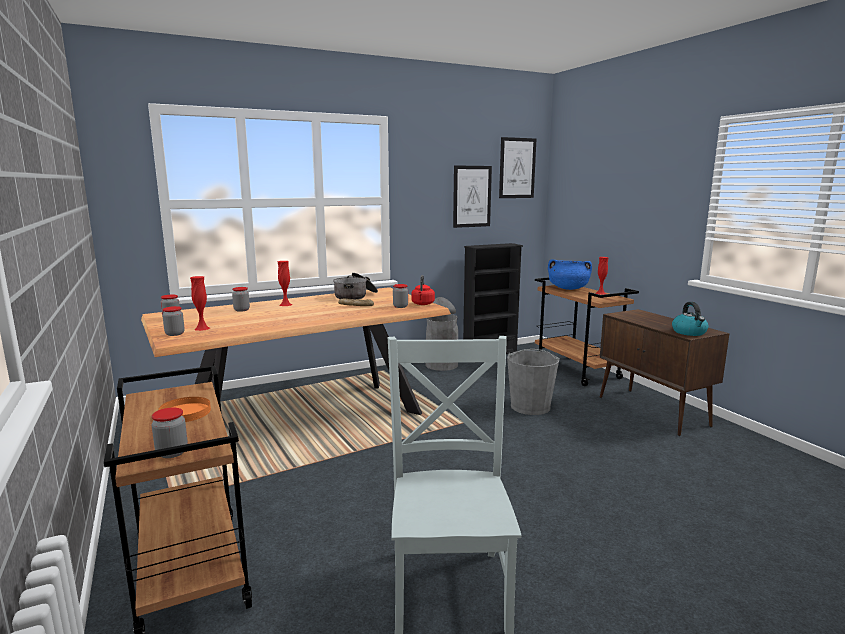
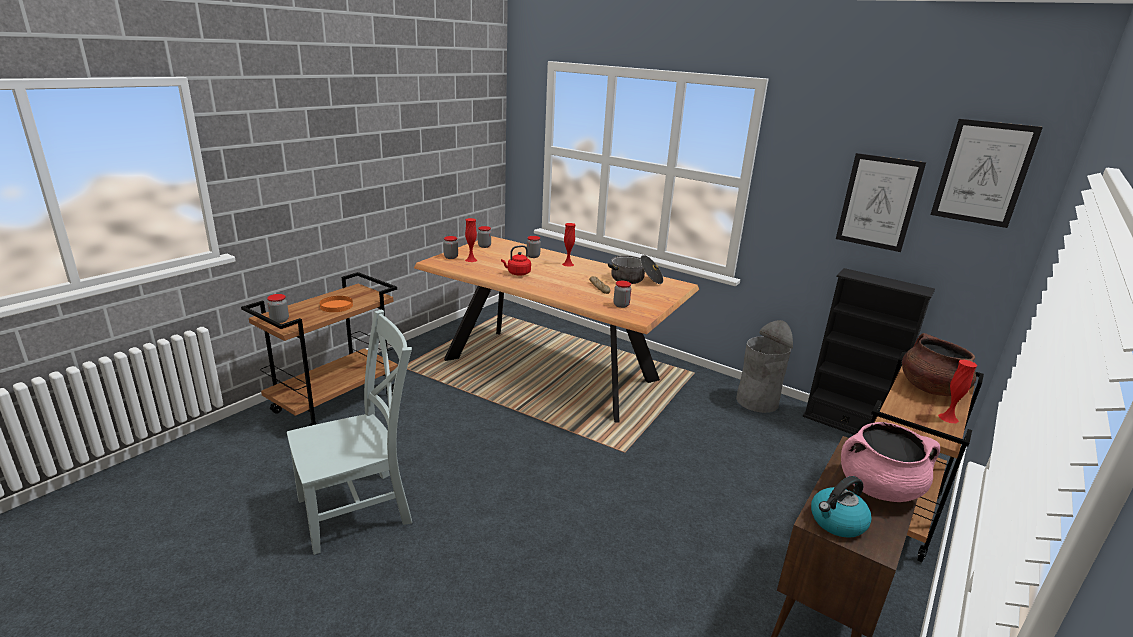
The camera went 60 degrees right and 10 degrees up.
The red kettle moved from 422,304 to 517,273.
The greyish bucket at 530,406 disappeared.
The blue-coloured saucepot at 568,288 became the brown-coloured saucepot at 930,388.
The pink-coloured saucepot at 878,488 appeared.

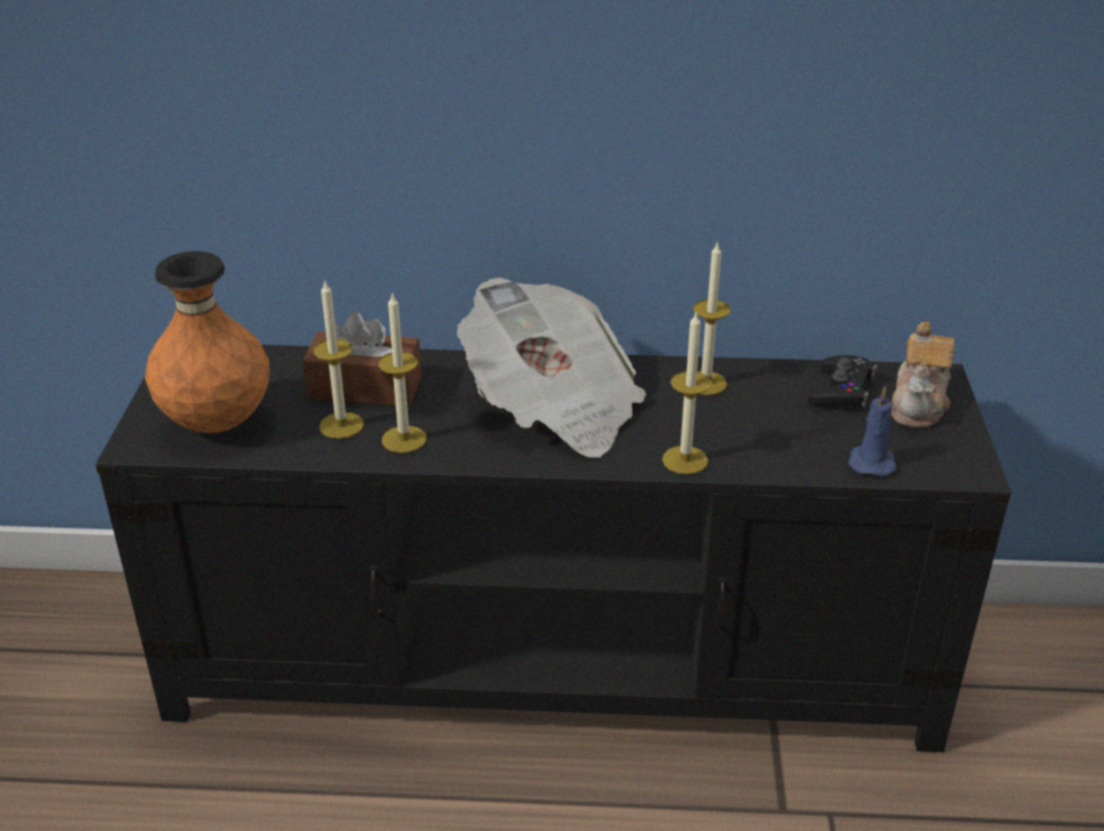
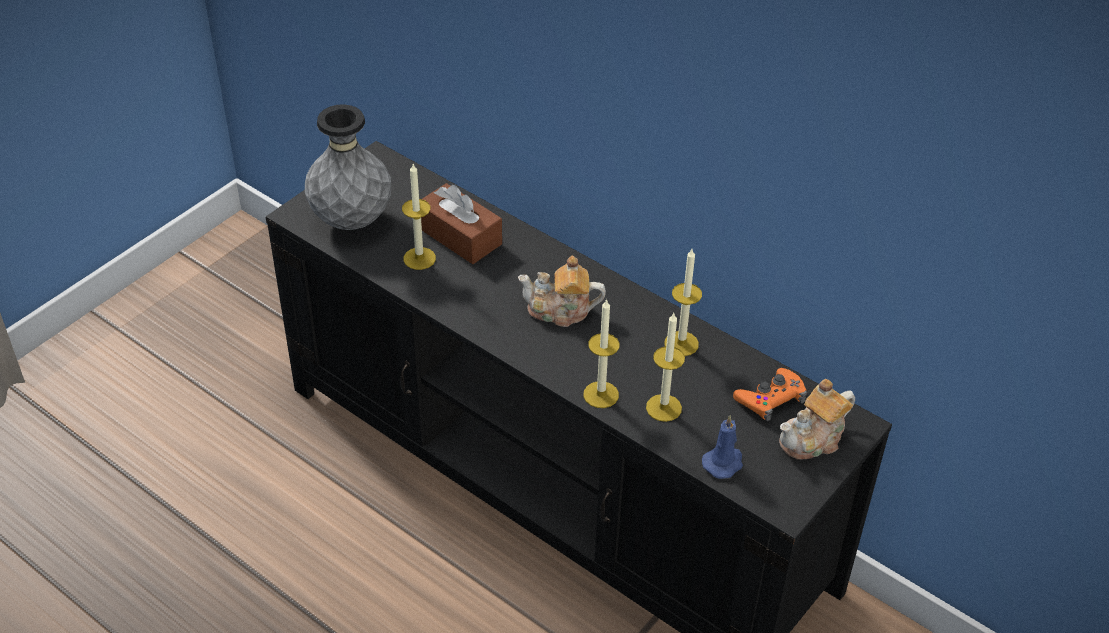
The camera went 35 degrees right and 10 degrees up.
The orange-coloured flower vase at 217,424 became the greyish flower vase at 351,221.
The wax candle moved from 404,439 to 663,408.
The daily paper at 553,407 was replaced by the teapot at 560,311.
The black-coloured joypad at 842,391 became the orange-coloured joypad at 770,399.

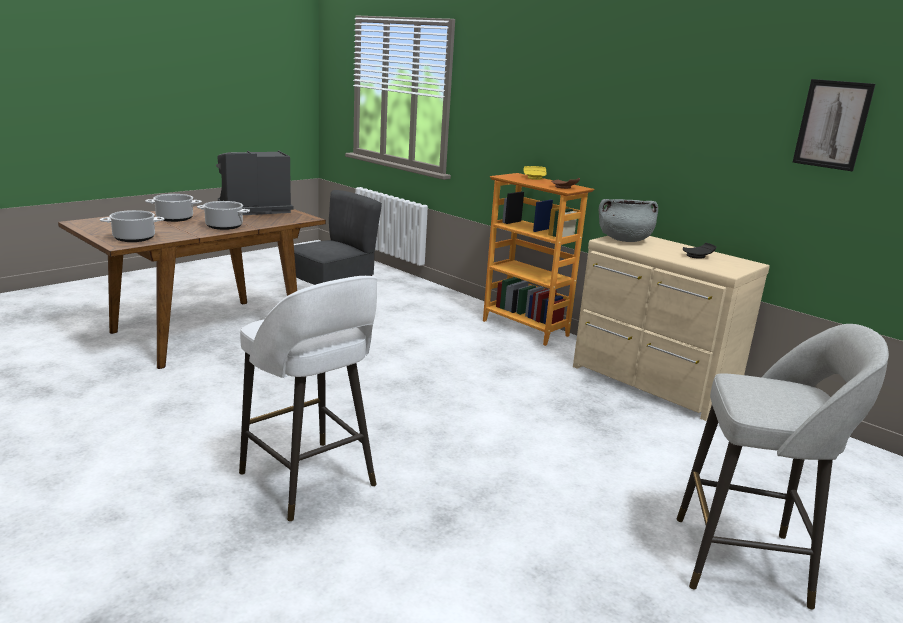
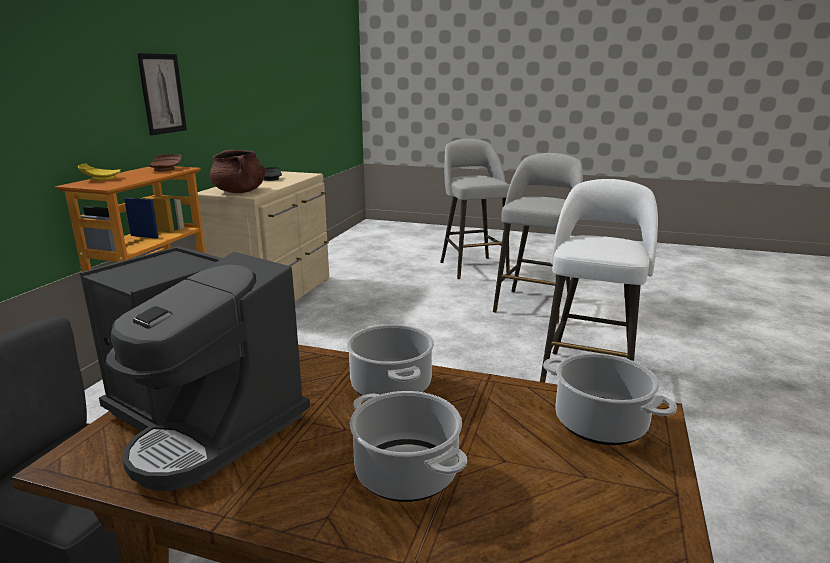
The camera went 115 degrees left and 0 degrees up.
The greyish saucepot at 624,240 became the brown-coloured saucepot at 239,192.
The picture moved from 832,124 to 162,94.
The greyish sitting stool at 534,305 appeared.

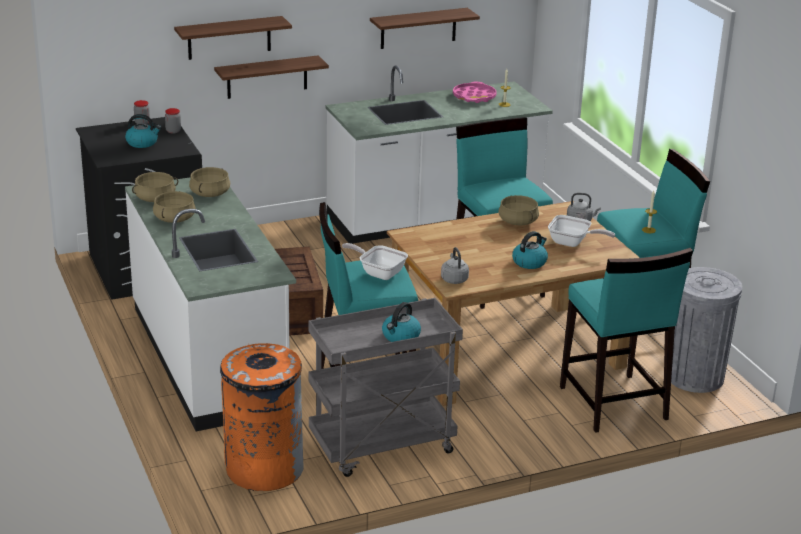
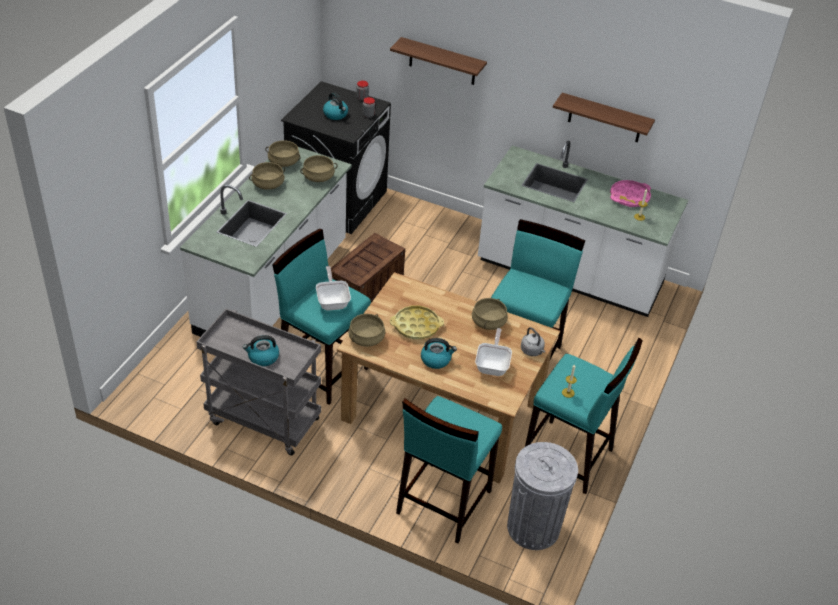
The camera went 45 degrees right and 15 degrees up.
The shelf at 267,77 disappeared.
The orange-coloured rubbish bin at 264,468 disappeared.
The greyish kettle at 454,279 was replaced by the beige saucepot at 366,338.
The skillet at 572,243 turned 150 degrees counterclockwise.
The yellow-coloured serving tray at 416,326 appeared.

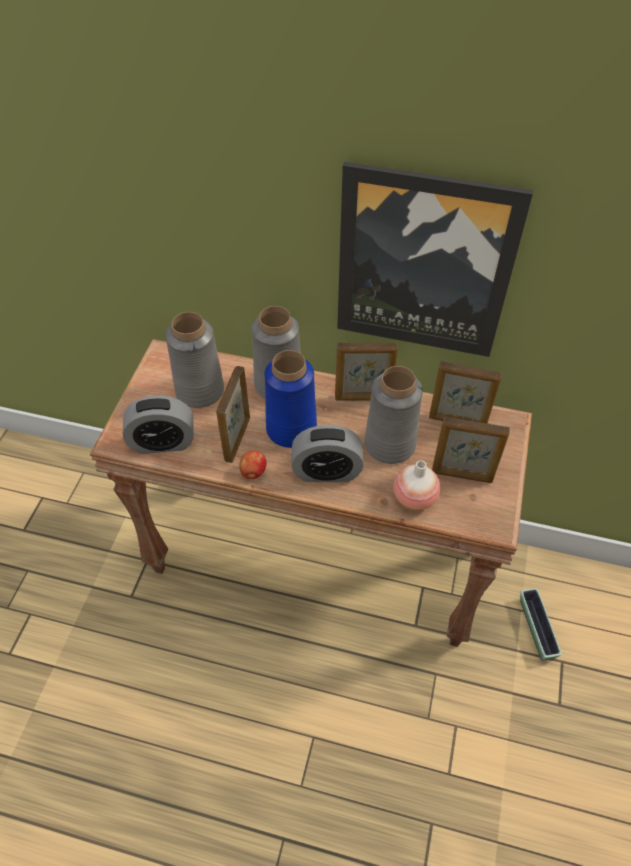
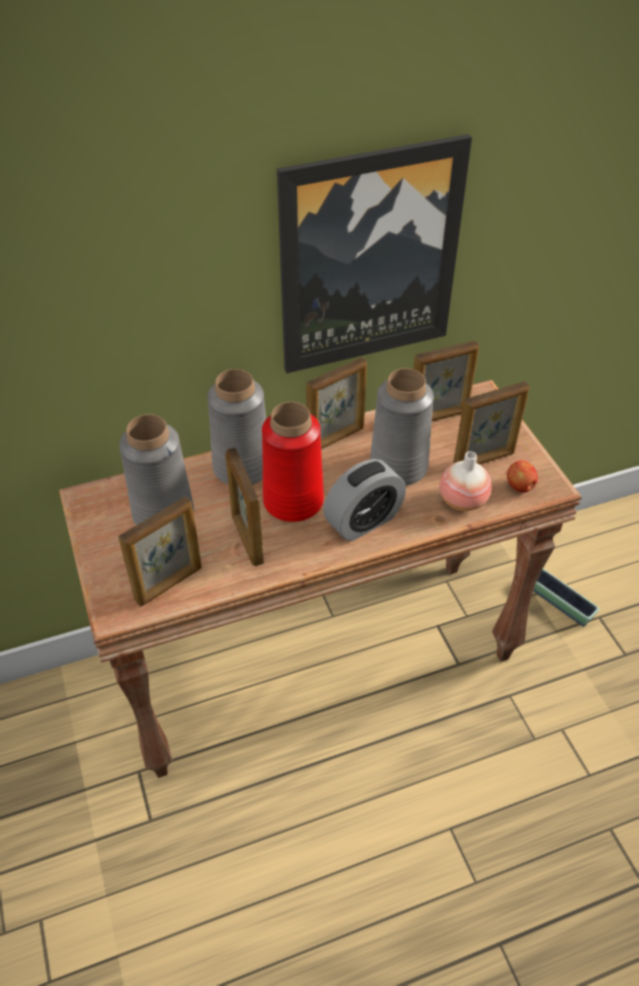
The camera went 35 degrees left and 5 degrees down.
The table clock at 162,442 was replaced by the standing frame at 169,584.
The whole apple moved from 253,472 to 520,486.
The blue-coloured flower vase at 291,429 became the red flower vase at 293,501.

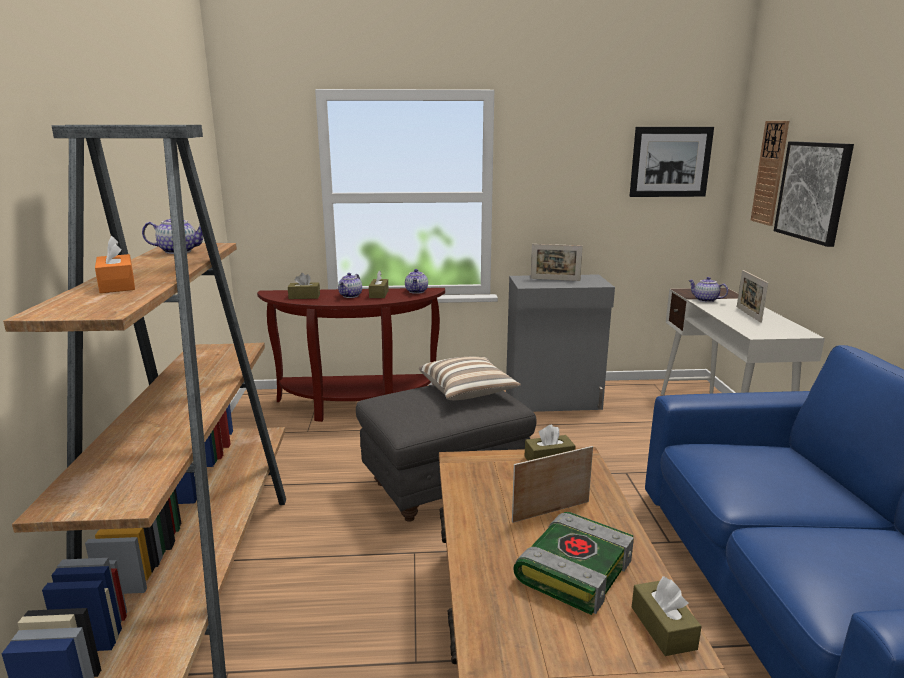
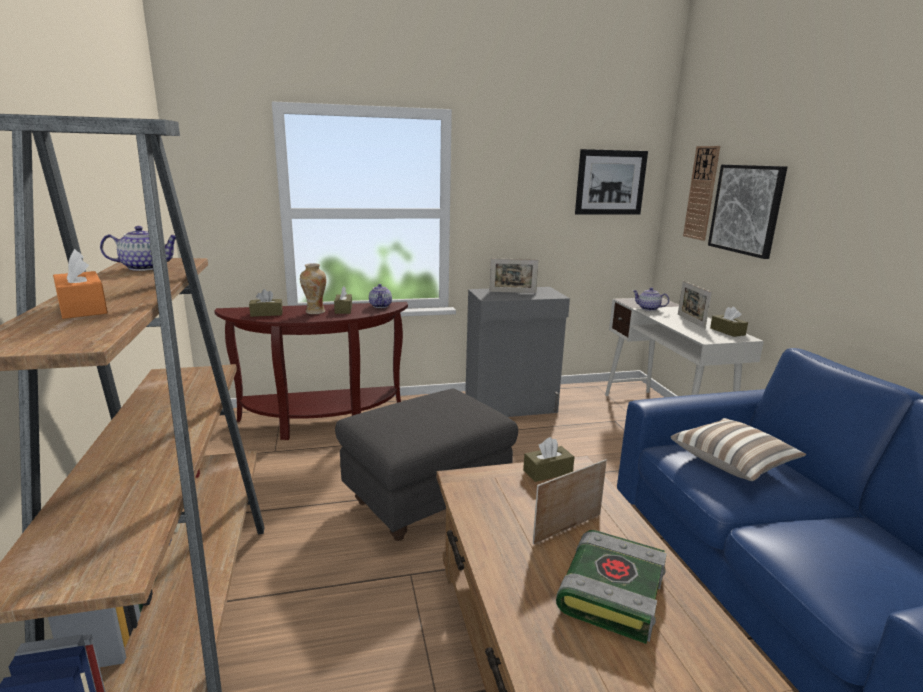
The camera went 10 degrees left and 0 degrees up.
The teapot at 351,296 was replaced by the flower vase at 315,312.
The throw pillow moved from 468,391 to 733,462.
The brown-coloured tissue box moved from 663,628 to 727,331.

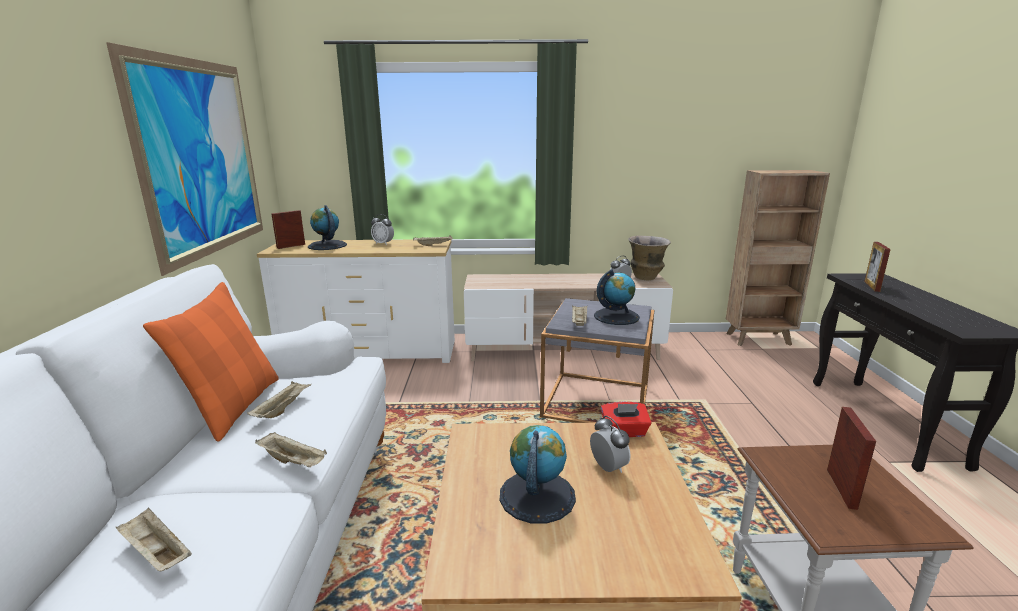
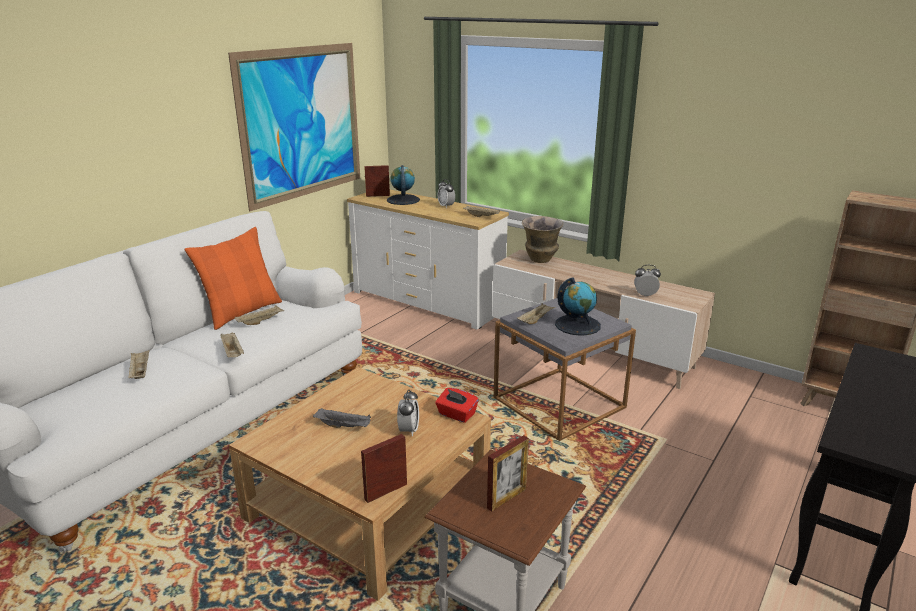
The camera went 35 degrees right and 5 degrees up.
The world globe at 537,496 was replaced by the greyish serving tray at 344,426.
The flower vase moved from 646,278 to 541,260.
The standing frame moved from 872,286 to 386,492.

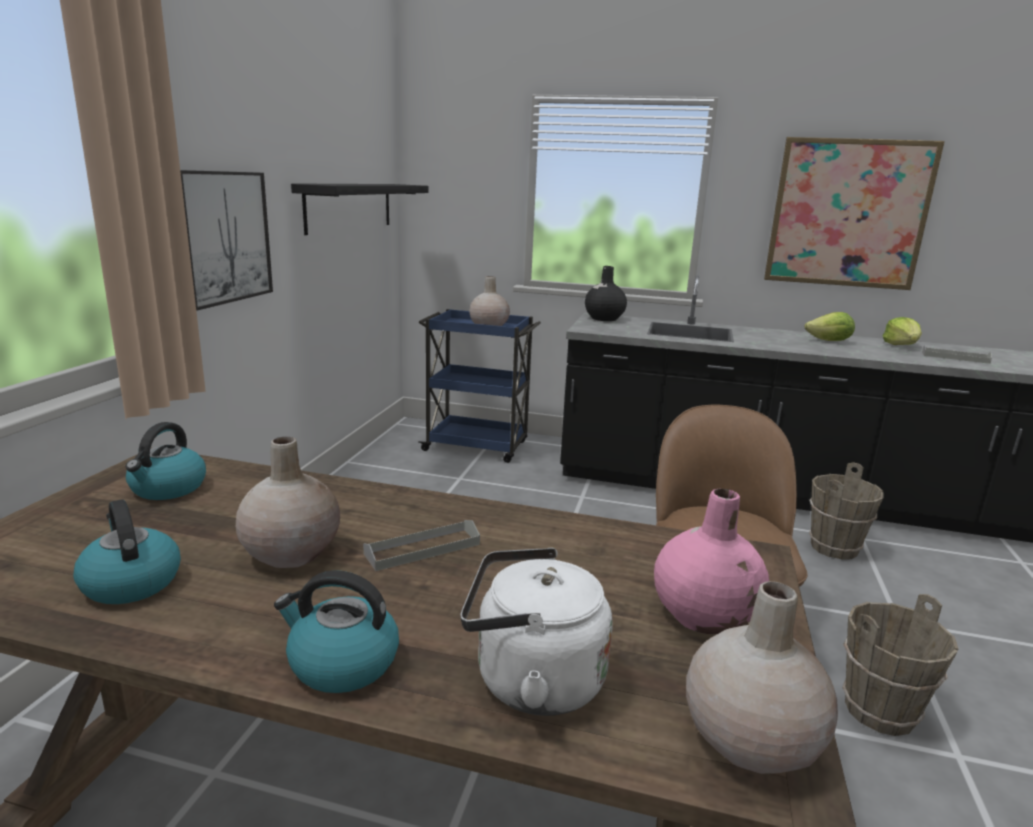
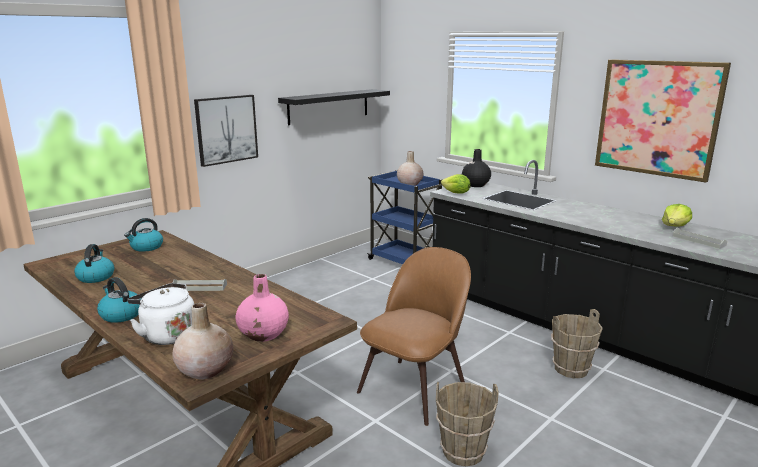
The camera went 30 degrees right and 0 degrees up.
The beige flower vase at 291,552 disappeared.
The lettuce head moved from 829,341 to 456,193.

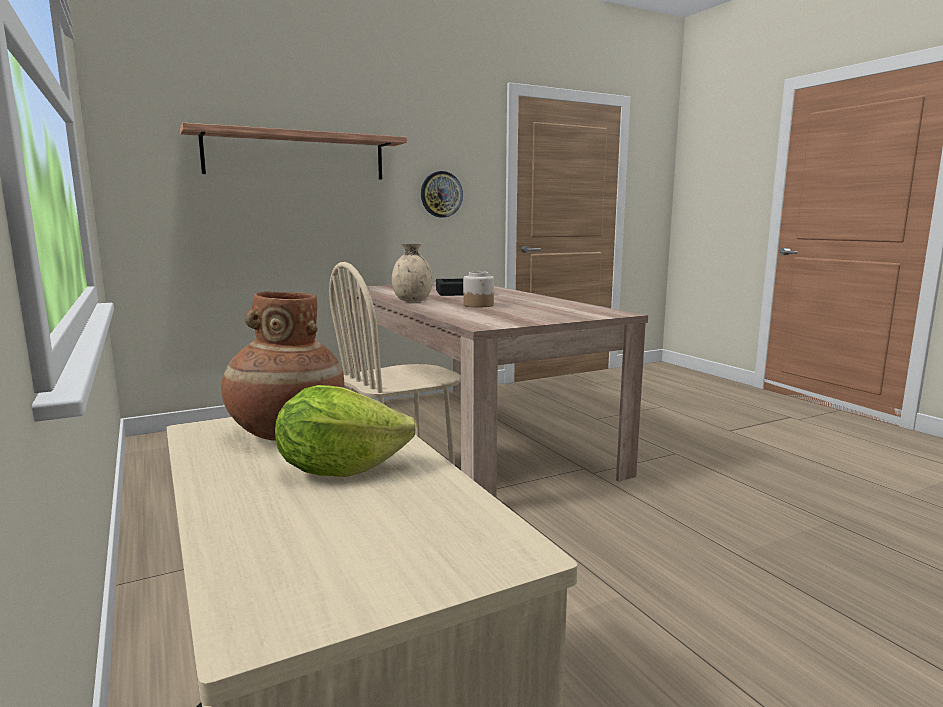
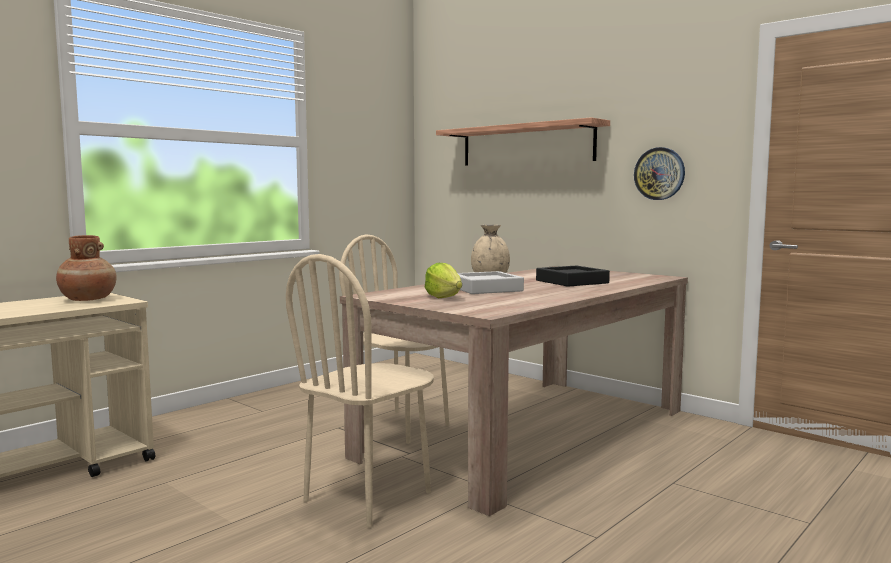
The camera went 70 degrees right and 5 degrees down.
The lettuce head moved from 340,469 to 443,297.
The preserve jar at 478,305 was replaced by the greyish serving tray at 486,289.
The beige chair at 368,497 appeared.

